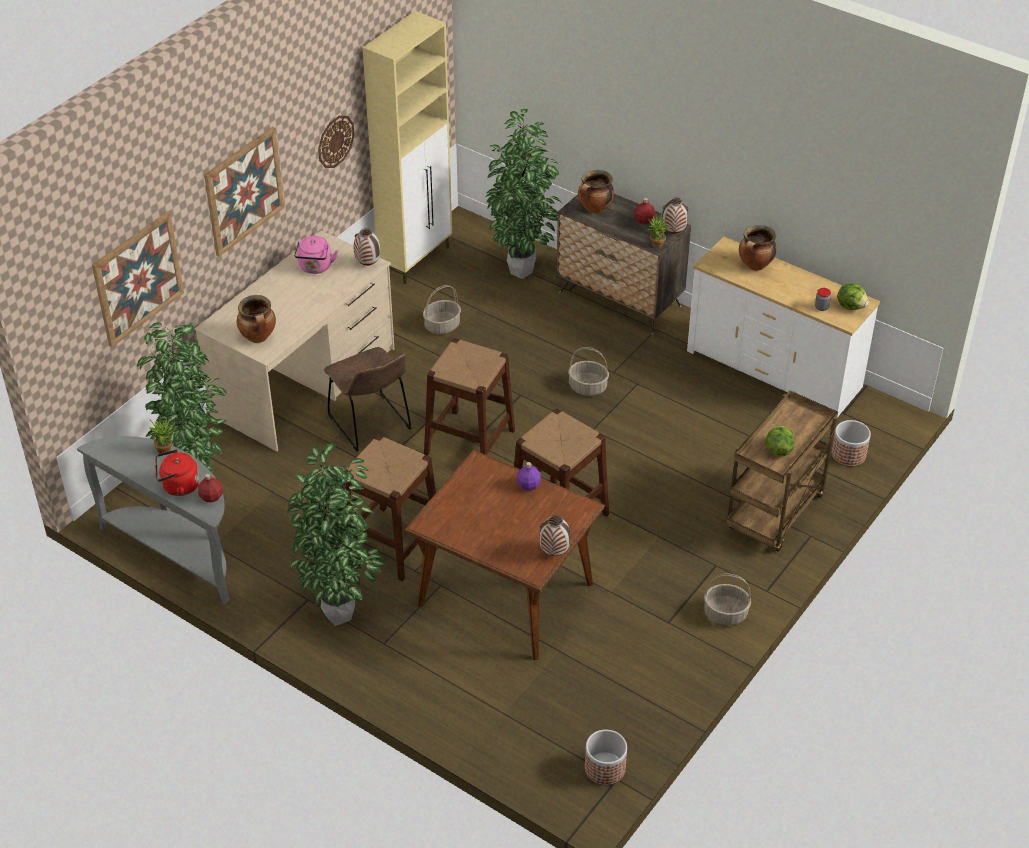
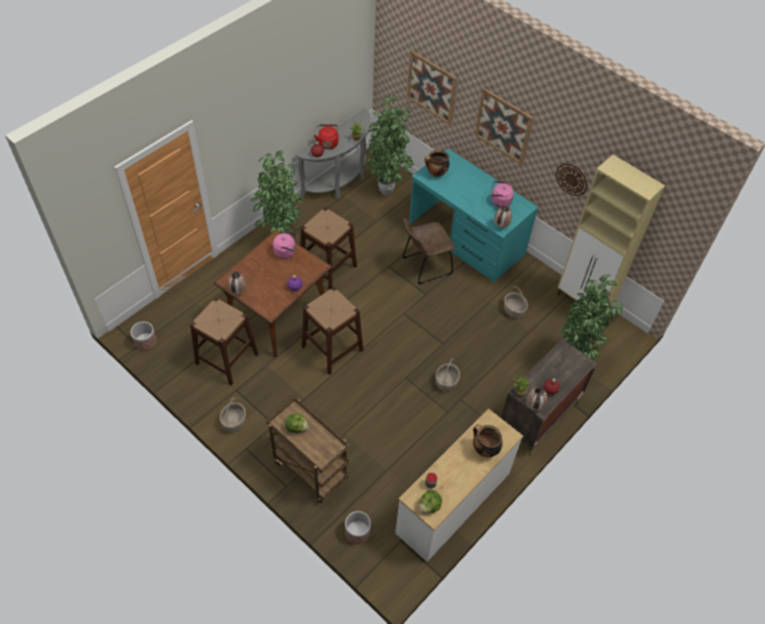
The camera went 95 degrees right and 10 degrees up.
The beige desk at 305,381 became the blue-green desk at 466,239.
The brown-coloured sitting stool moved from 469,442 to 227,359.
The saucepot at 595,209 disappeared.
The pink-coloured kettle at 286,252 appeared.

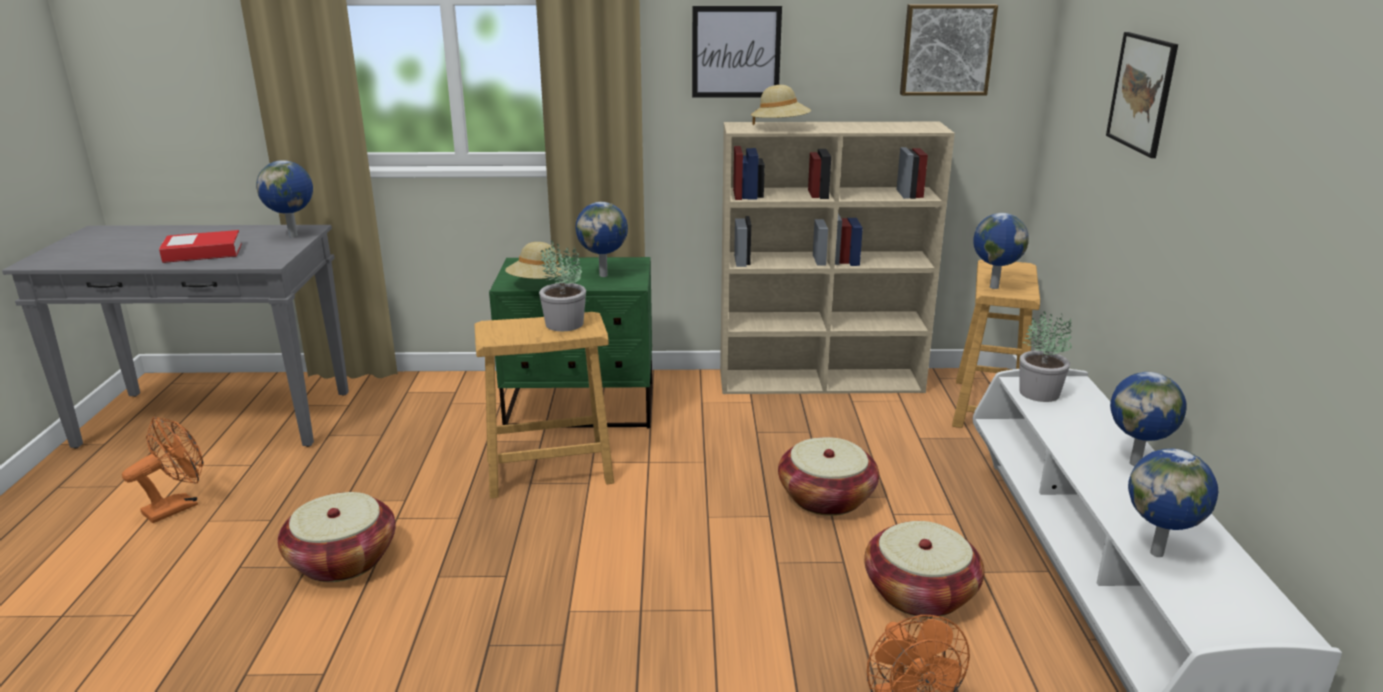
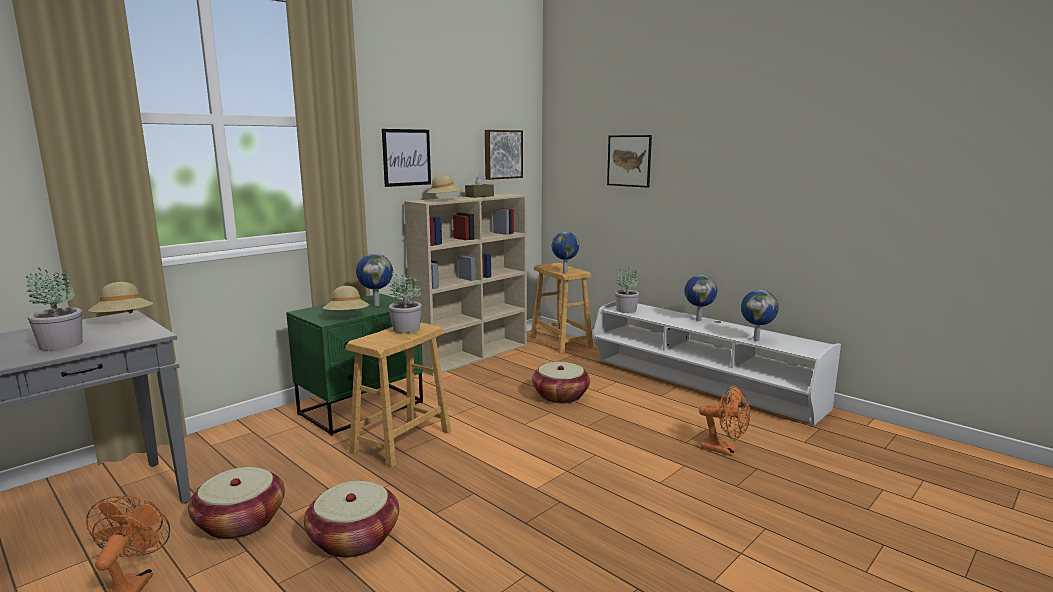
The camera went 45 degrees left and 10 degrees down.
The bound book at 203,253 was replaced by the potted plant at 60,345.
The world globe at 294,235 was replaced by the beige wearable hat at 123,320.
The household basket moved from 920,593 to 241,522.
The brown-coloured tissue box at 479,196 appeared.

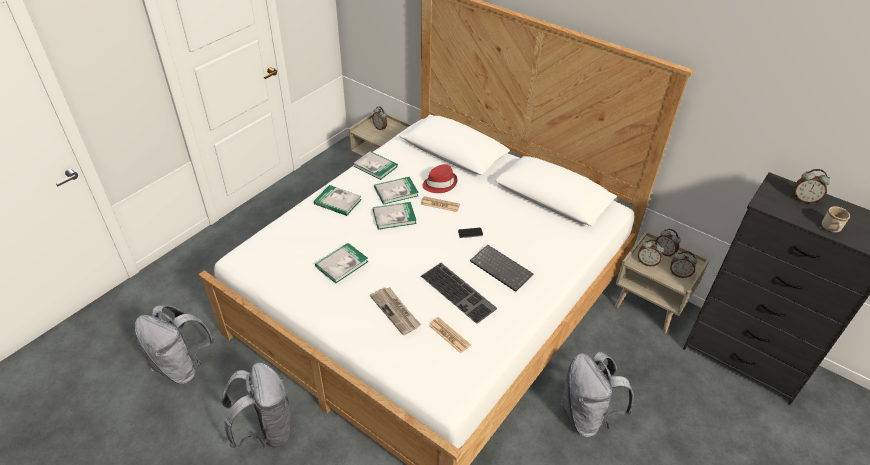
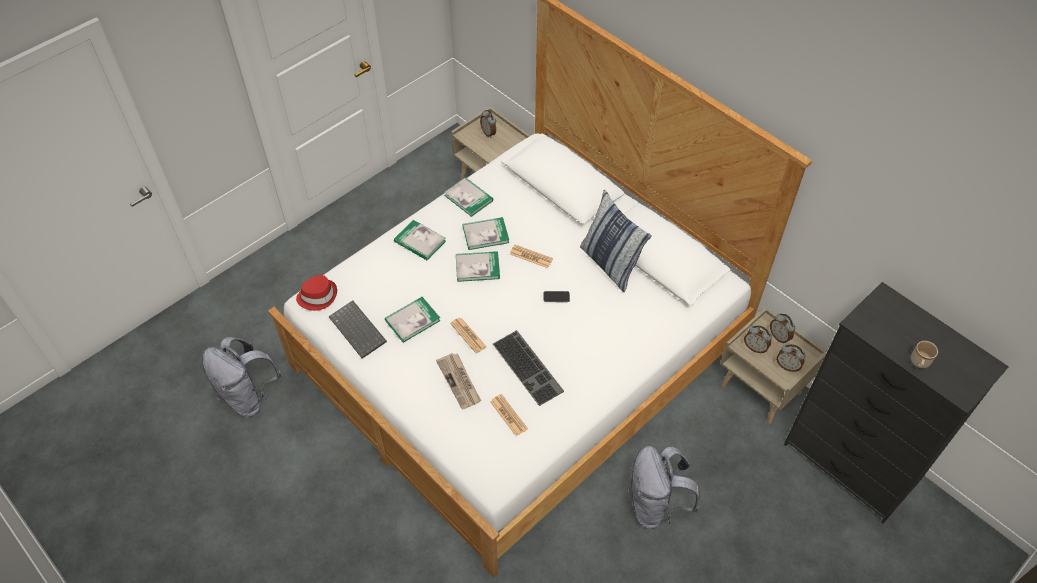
The camera went 10 degrees right and 10 degrees up.
The greyish knapsack at 266,430 disappeared.
The red wearable hat moved from 439,183 to 317,296.
The PC keyboard moved from 502,268 to 359,330.
The table clock at 804,200 disappeared.
The daily paper at 468,335 appeared.
The throw pillow at 610,264 appeared.

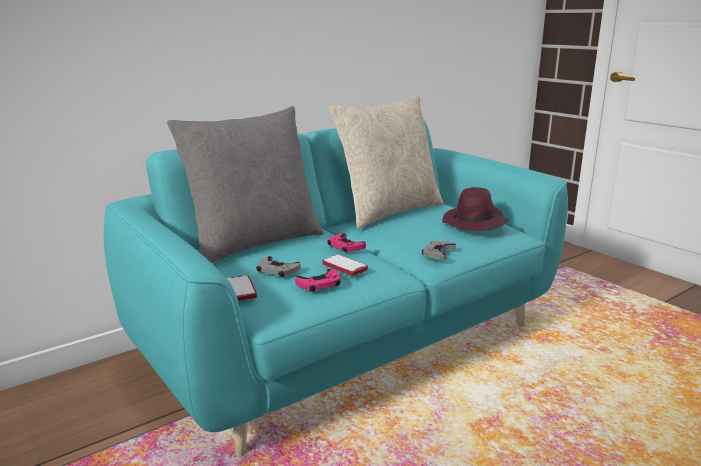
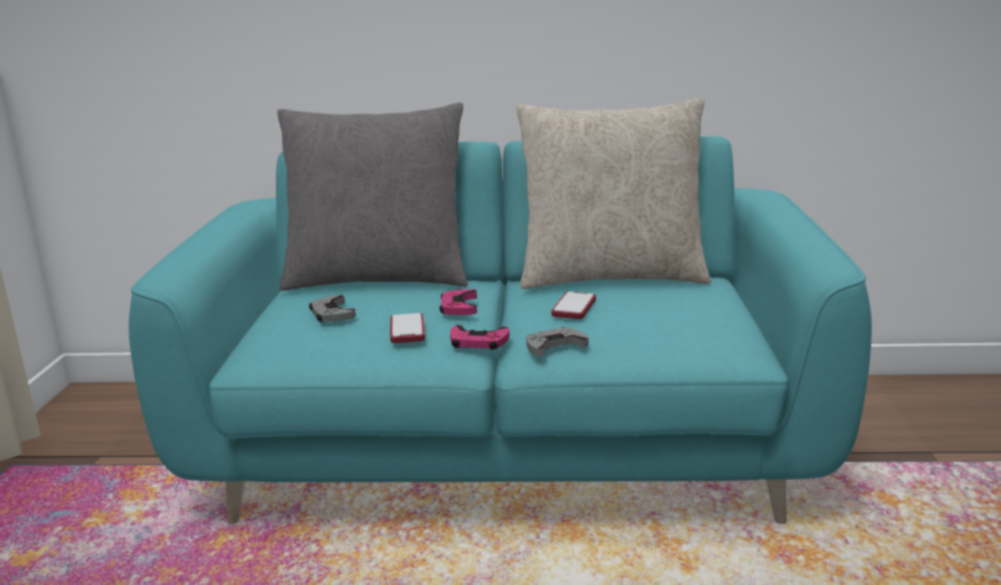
The camera went 40 degrees right and 0 degrees up.
The telephone moved from 240,290 to 574,307.
The pink-coloured joypad moved from 319,284 to 478,342.
The purple wearable hat at 475,223 disappeared.

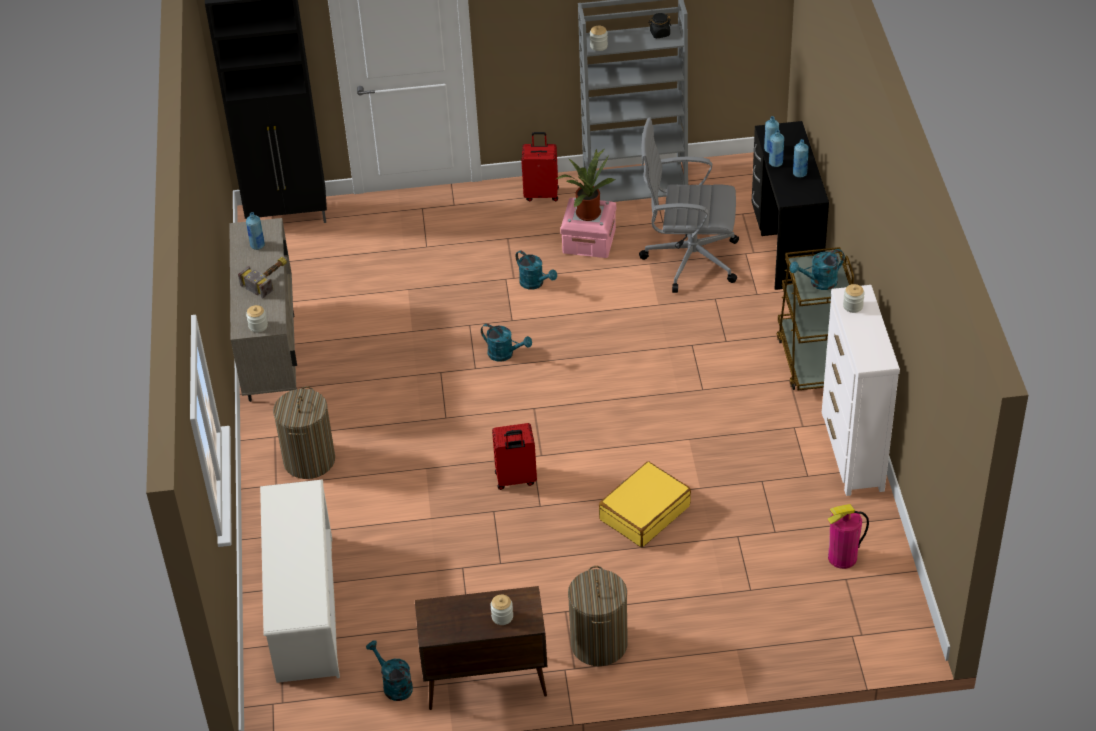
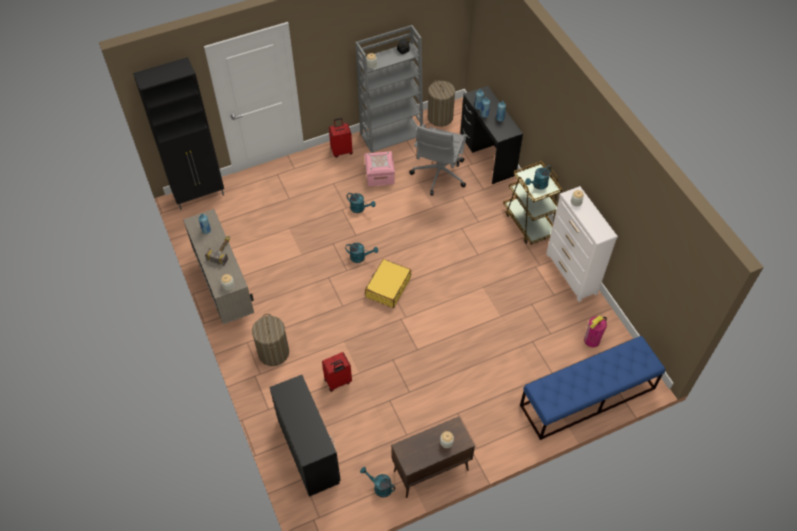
The camera went 20 degrees left and 10 degrees up.
The white-coloured shoe rack at 304,608 was replaced by the black-coloured desk at 308,451.
The red suitcase moved from 515,479 to 338,382.
The potted plant at 587,212 disappeared.
The laundry basket moved from 599,644 to 440,117.
The yellow-coloured suitcase moved from 644,512 to 388,287.
The greyish office chair at 688,259 turned 60 degrees counterclockwise.
The blue-coloured bench at 587,397 appeared.

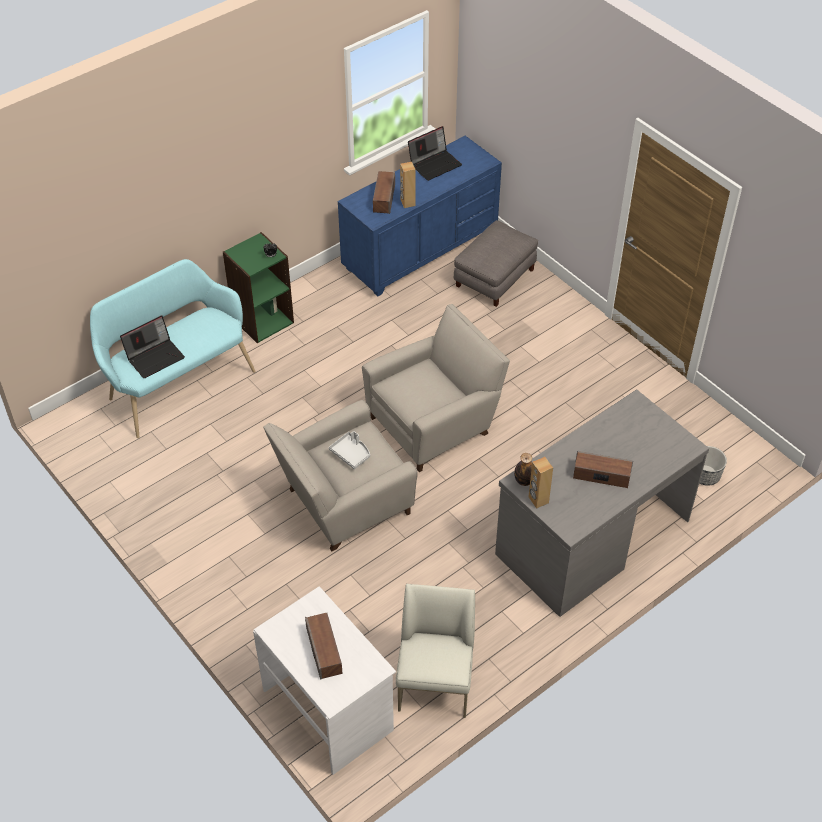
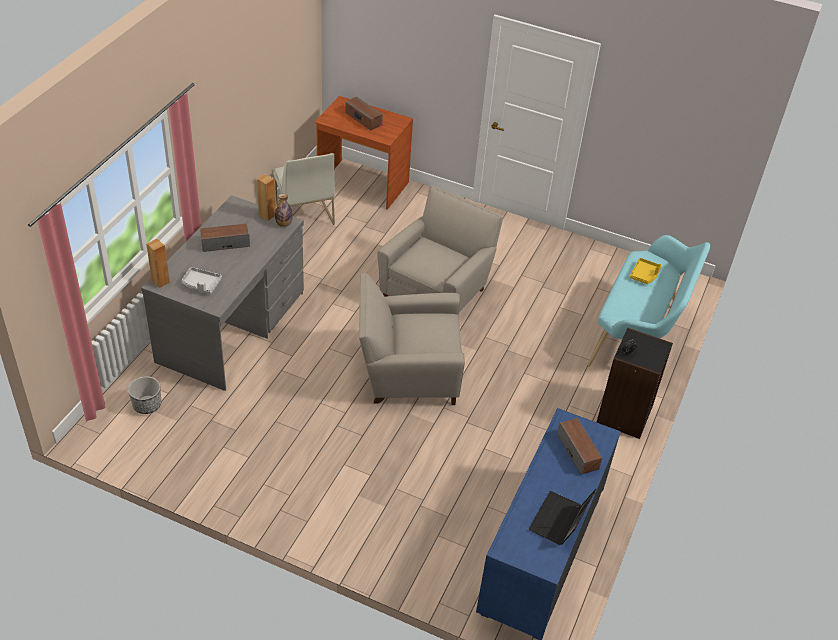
The camera went 150 degrees right and 5 degrees down.
The portable computer at 155,357 was replaced by the yellow-coloured serving tray at 644,275.
The greenish bookcase at 262,320 became the black-coloured bookcase at 625,415.
The white-coloured desk at 329,709 became the brown-coloured desk at 362,184.
The greyish serving tray moved from 351,454 to 201,284.
The beige lounge chair at 434,422 turned 60 degrees clockwise.
The brown-coloured speaker moved from 407,203 to 161,281.
The greyish pouffe at 494,277 disappeared.

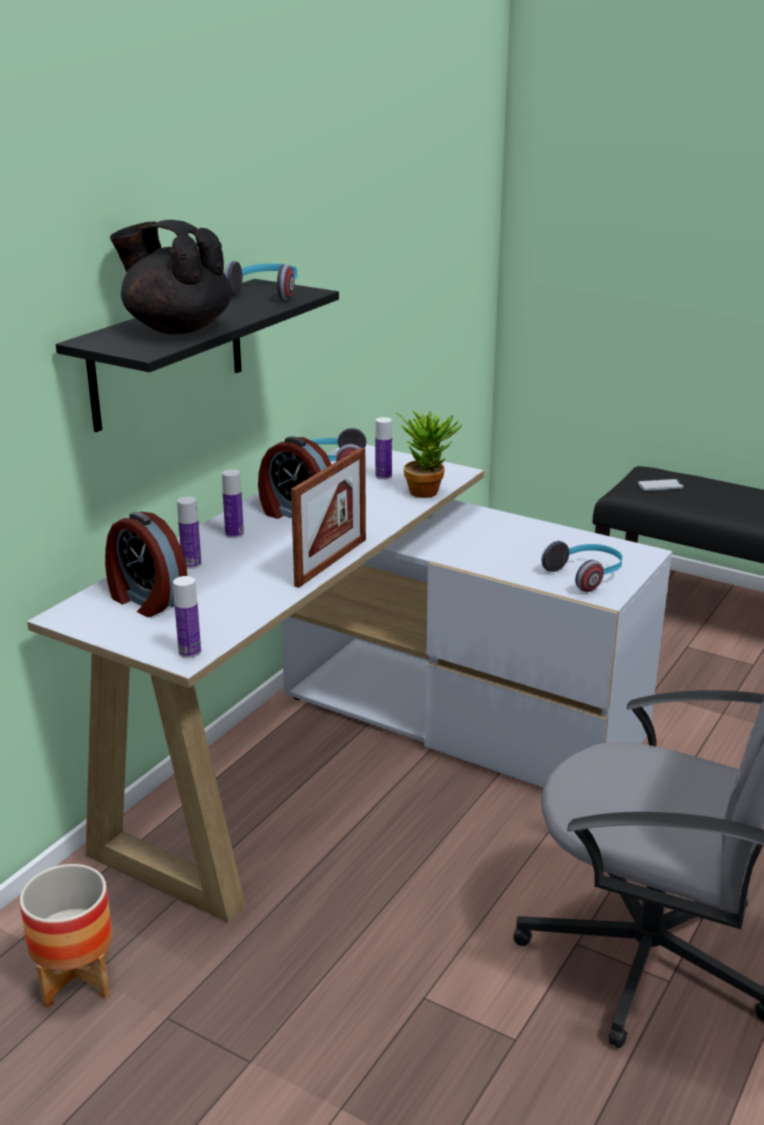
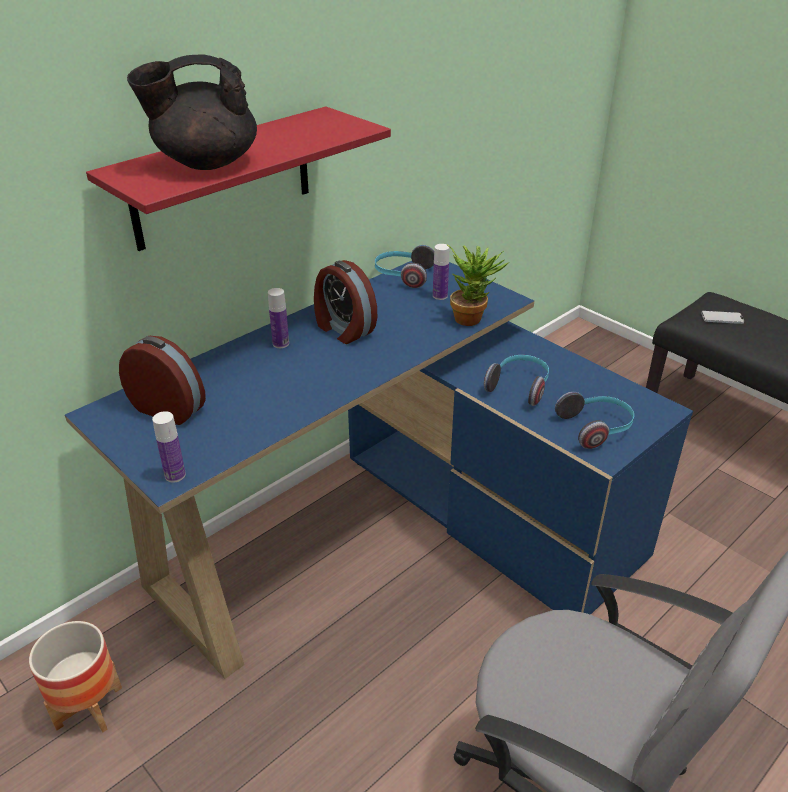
The camera went 15 degrees right and 10 degrees up.
The white-coloured desk at 364,757 became the blue-coloured desk at 394,533.
The black-coloured shelf at 168,354 became the red shelf at 222,178.
The table clock at 145,600 turned 150 degrees clockwise.
The black-coloured teapot at 177,328 turned 60 degrees counterclockwise.
The drink bottle at 191,564 disappeared.
The headset moved from 267,293 to 519,387.
The standing frame at 331,562 disappeared.

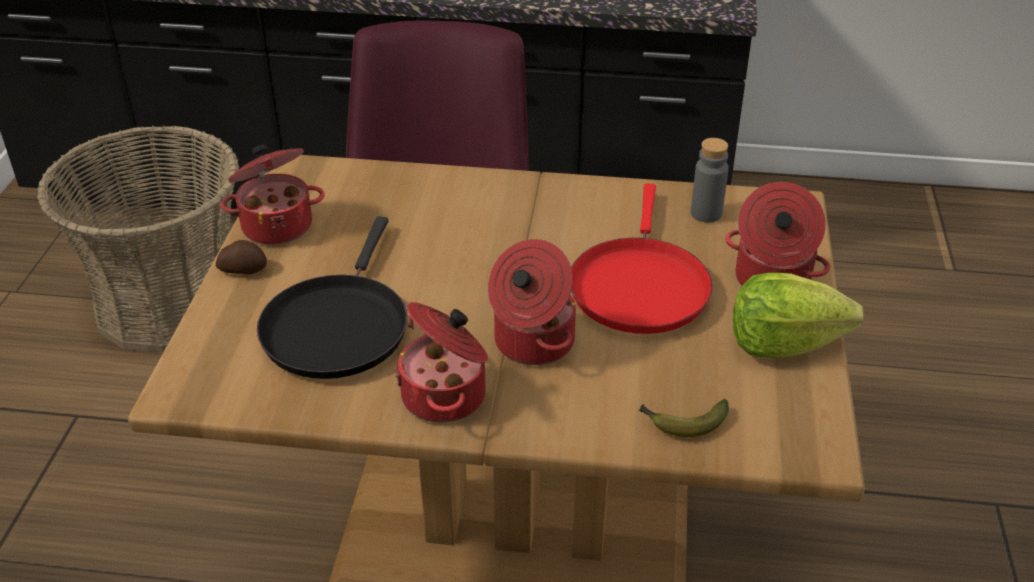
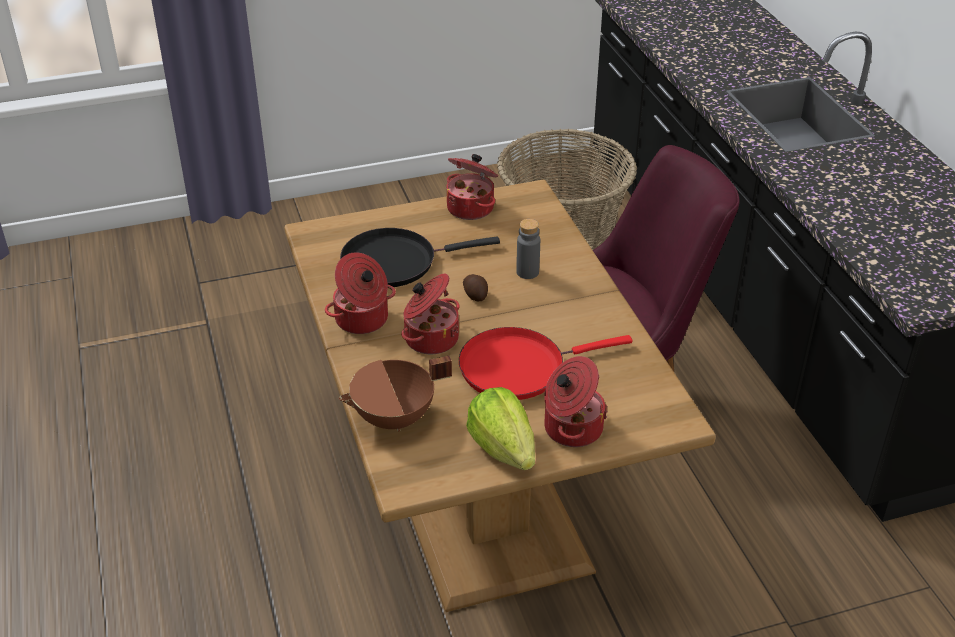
The camera went 65 degrees right and 0 degrees up.
The whole potato moved from 243,269 to 475,294.
The whole banana at 682,423 was replaced by the brown-coloured saucepot at 394,419.
The greyish drink bottle moved from 706,213 to 527,272.

